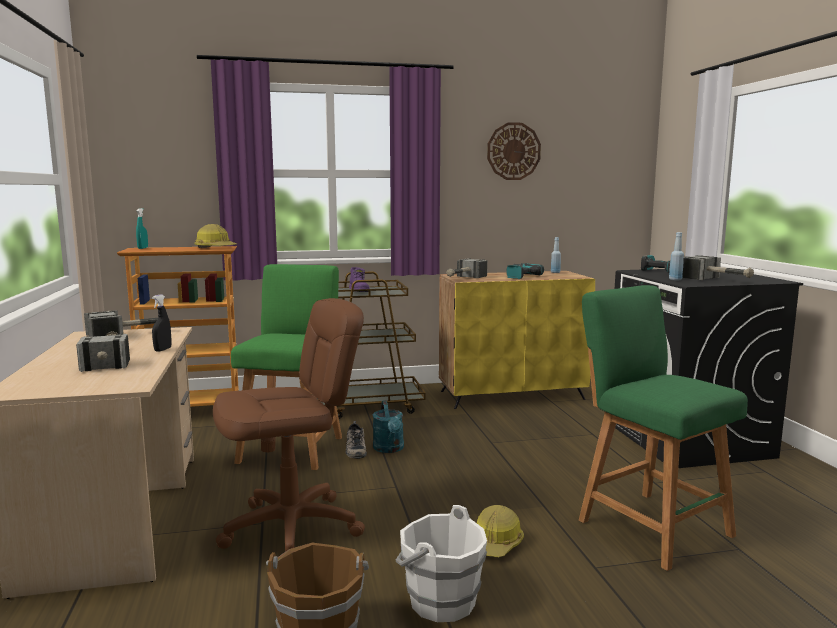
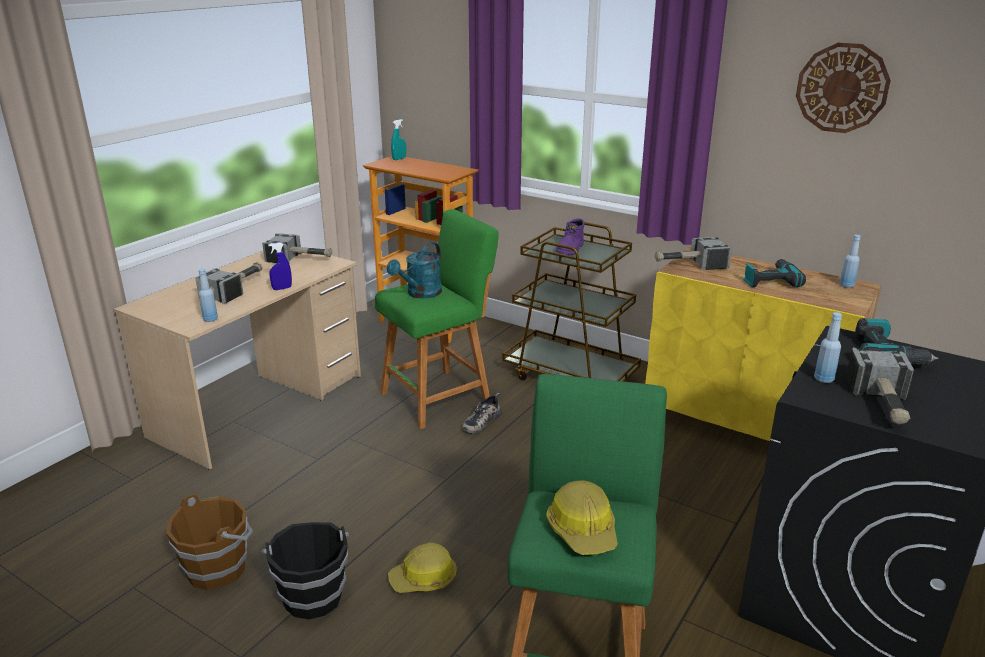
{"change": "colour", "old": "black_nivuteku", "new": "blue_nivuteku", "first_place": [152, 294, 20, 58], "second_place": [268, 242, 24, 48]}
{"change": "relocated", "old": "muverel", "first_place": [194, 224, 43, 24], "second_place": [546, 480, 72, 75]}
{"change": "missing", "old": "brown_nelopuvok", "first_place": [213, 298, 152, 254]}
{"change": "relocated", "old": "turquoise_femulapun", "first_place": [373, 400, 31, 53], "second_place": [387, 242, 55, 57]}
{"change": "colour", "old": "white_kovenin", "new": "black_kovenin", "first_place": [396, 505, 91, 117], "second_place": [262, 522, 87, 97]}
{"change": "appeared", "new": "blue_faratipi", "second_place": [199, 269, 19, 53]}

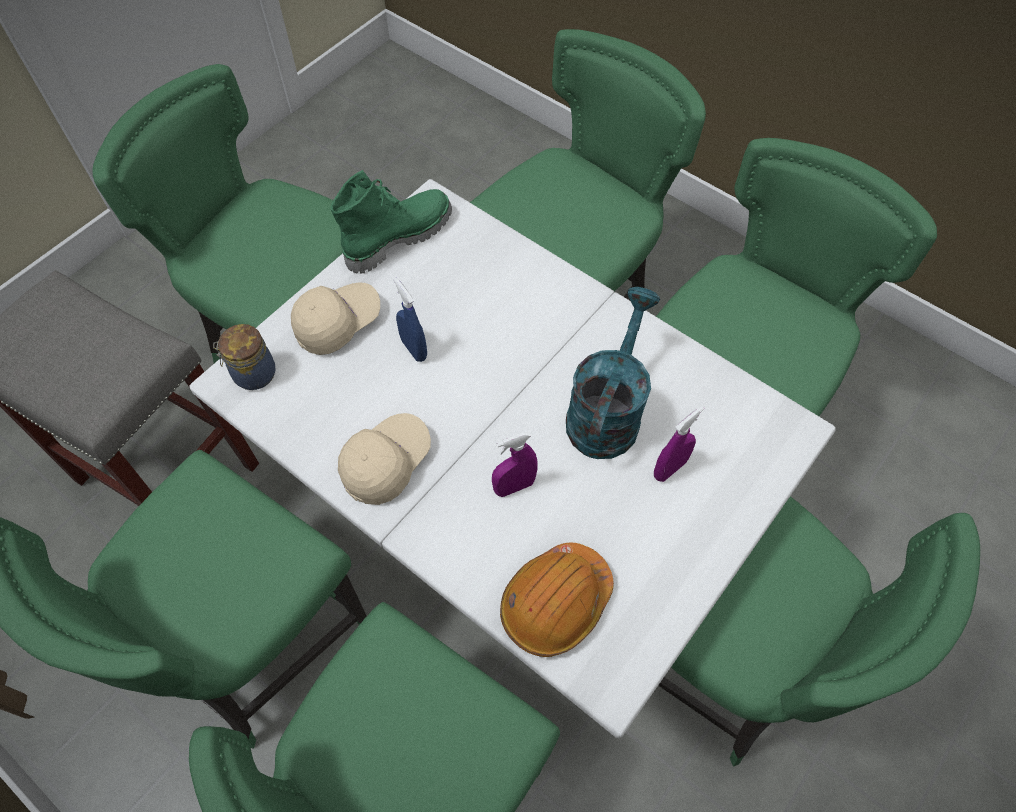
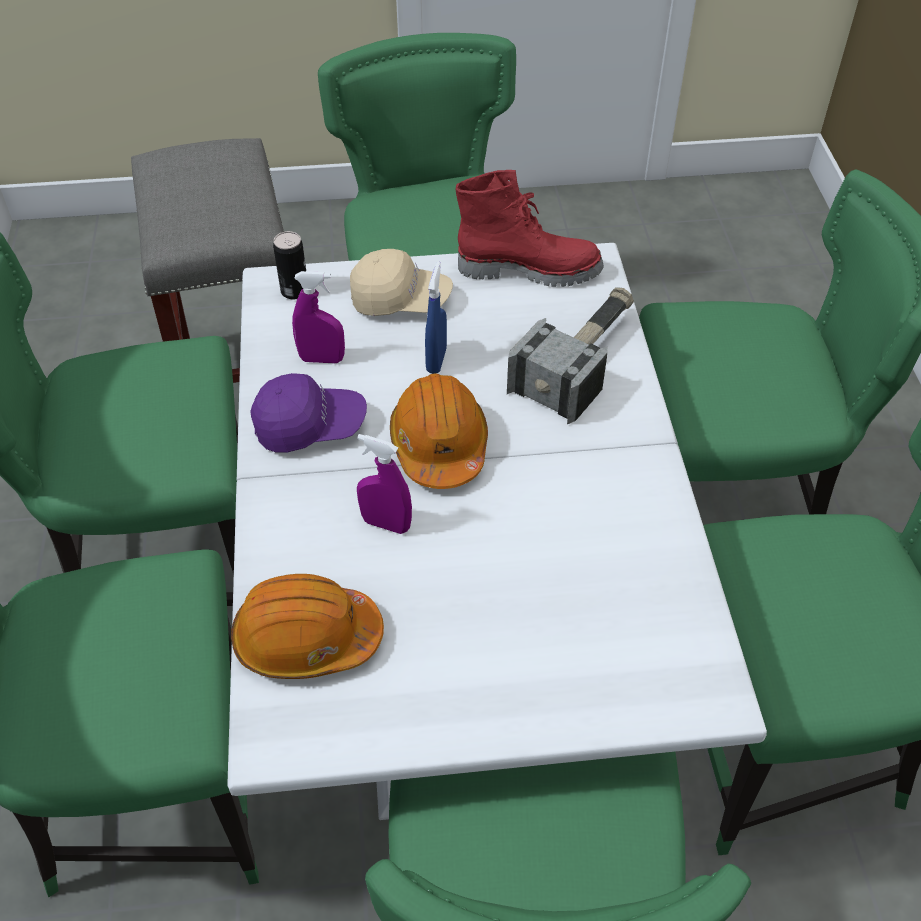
{"change": "exchanged", "old": "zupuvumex", "new": "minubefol", "first_place": [213, 324, 63, 66], "second_place": [273, 231, 33, 68]}
{"change": "colour", "old": "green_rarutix", "new": "red_rarutix", "first_place": [330, 170, 122, 104], "second_place": [455, 170, 149, 117]}
{"change": "colour", "old": "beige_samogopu", "new": "purple_samogopu", "first_place": [338, 413, 93, 92], "second_place": [250, 373, 117, 80]}
{"change": "missing", "old": "turquoise_femulapun", "first_place": [566, 287, 94, 172]}
{"change": "relocated", "old": "purple_nivuteku", "first_place": [654, 406, 50, 76], "second_place": [292, 271, 53, 92]}
{"change": "appeared", "new": "orange_muverel", "second_place": [390, 374, 98, 115]}
{"change": "appeared", "new": "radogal", "second_place": [507, 287, 127, 137]}

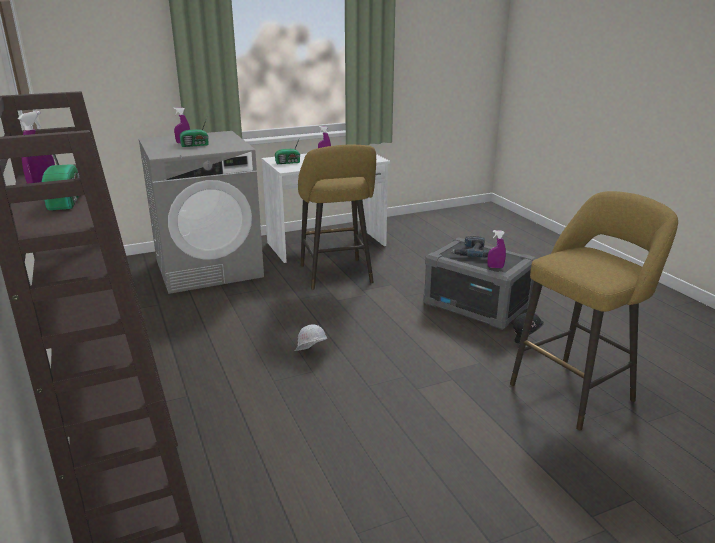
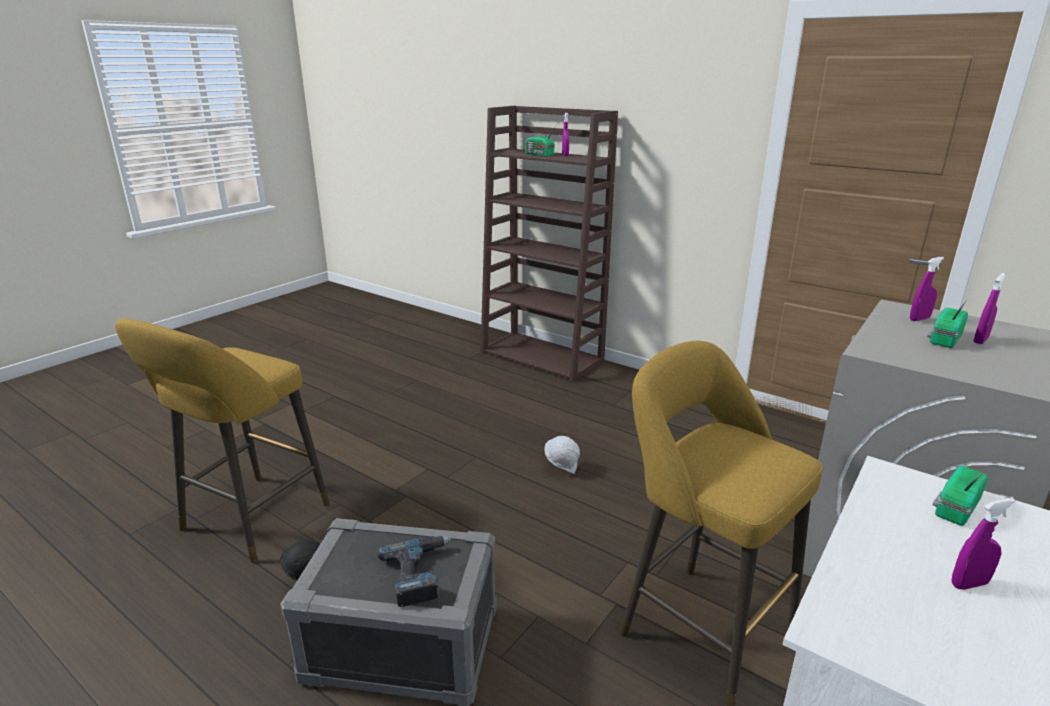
{"change": "relocated", "old": "purple_nivuteku", "first_place": [488, 230, 18, 38], "second_place": [910, 257, 34, 64]}

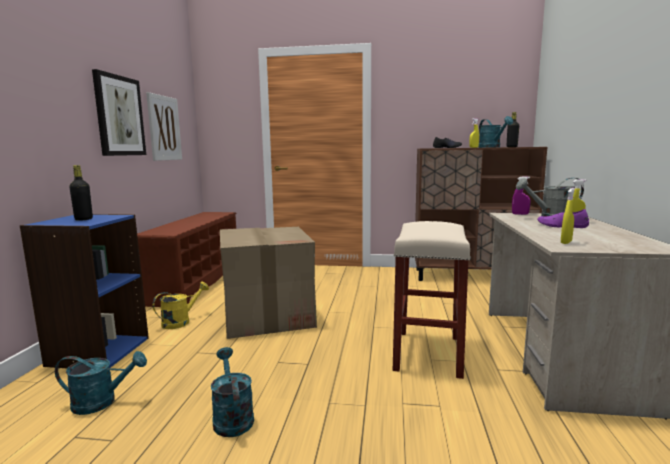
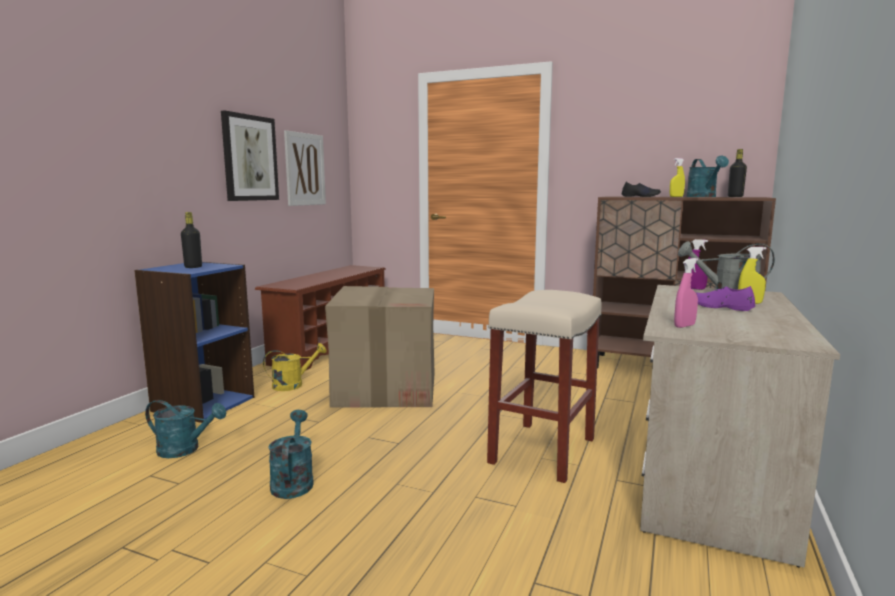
{"change": "colour", "old": "yellow_nivuteku", "new": "pink_nivuteku", "first_place": [561, 188, 14, 56], "second_place": [674, 258, 24, 70]}

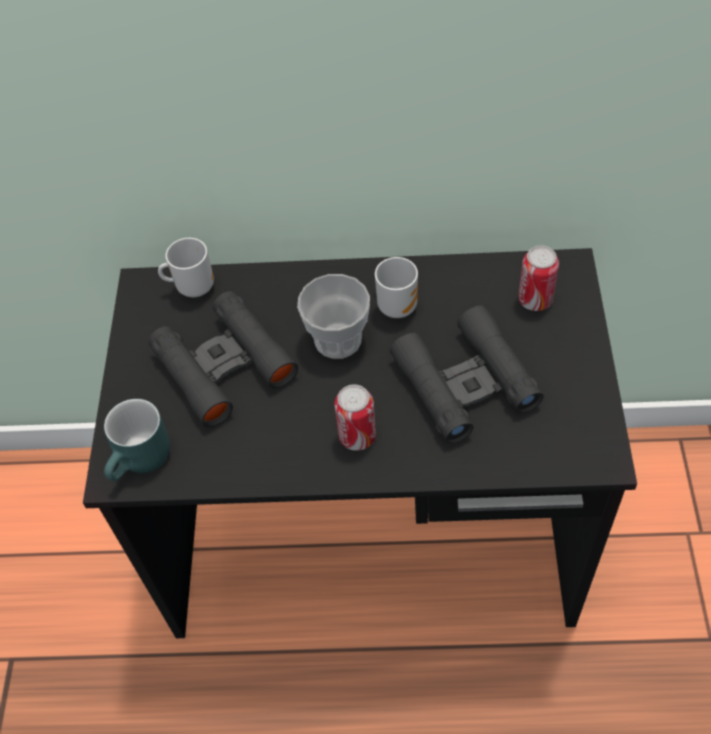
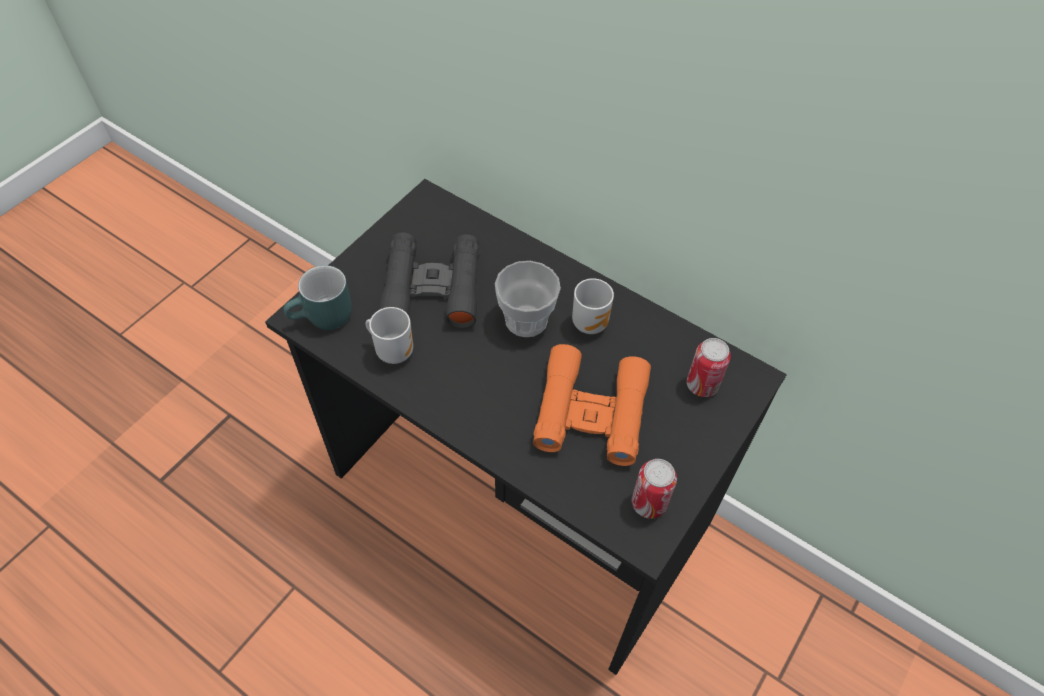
{"change": "relocated", "old": "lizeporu", "first_place": [158, 238, 56, 59], "second_place": [366, 307, 47, 57]}
{"change": "relocated", "old": "minubefol", "first_place": [334, 384, 42, 67], "second_place": [632, 459, 45, 60]}
{"change": "colour", "old": "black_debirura", "new": "orange_debirura", "first_place": [390, 305, 154, 138], "second_place": [533, 344, 118, 122]}

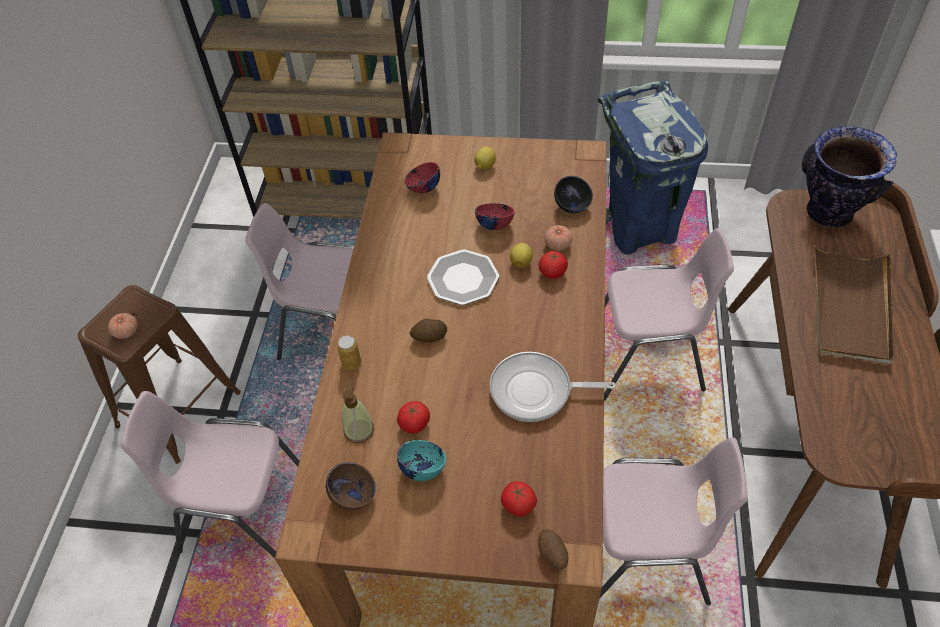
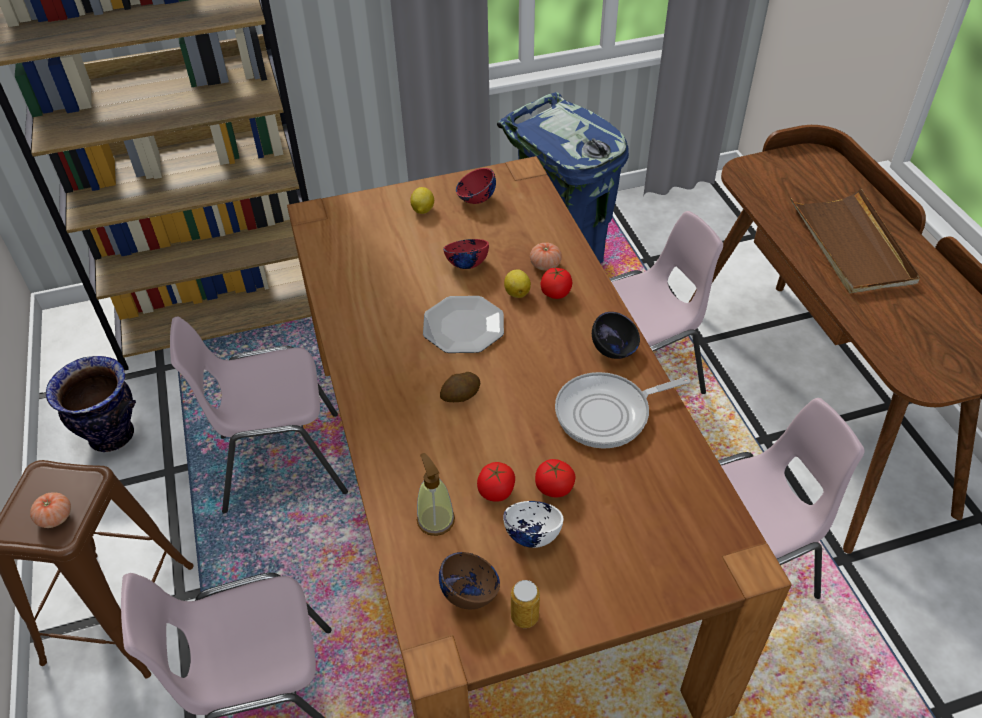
{"change": "relocated", "old": "minubefol", "first_place": [337, 335, 24, 35], "second_place": [511, 580, 29, 48]}
{"change": "colour", "old": "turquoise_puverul", "new": "white_puverul", "first_place": [397, 440, 49, 41], "second_place": [503, 501, 60, 47]}
{"change": "relocated", "old": "red_puverul", "first_place": [404, 162, 36, 31], "second_place": [456, 168, 40, 36]}
{"change": "relocated", "old": "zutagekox", "first_place": [501, 481, 36, 36], "second_place": [535, 459, 41, 38]}
{"change": "missing", "old": "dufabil", "first_place": [538, 529, 30, 40]}
{"change": "relocated", "old": "black_puverul", "first_place": [554, 176, 39, 37], "second_place": [592, 312, 48, 47]}
{"change": "relocated", "old": "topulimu", "first_place": [802, 126, 95, 102], "second_place": [46, 356, 90, 96]}

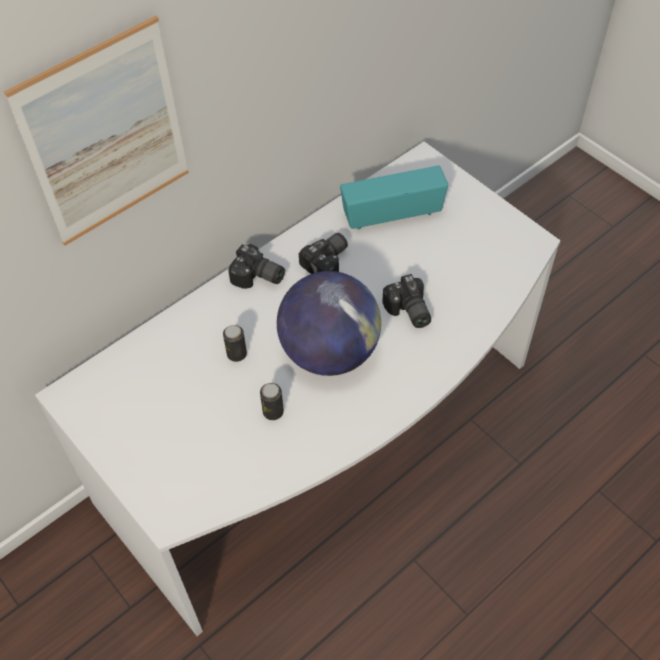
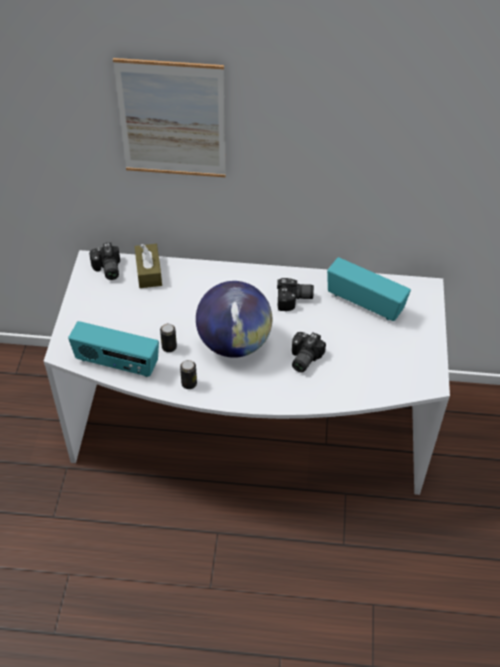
{"change": "relocated", "old": "minubefol", "first_place": [223, 325, 24, 37], "second_place": [180, 360, 17, 29]}
{"change": "relocated", "old": "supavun", "first_place": [228, 244, 57, 45], "second_place": [89, 243, 31, 37]}
{"change": "appeared", "new": "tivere", "second_place": [68, 321, 91, 56]}
{"change": "appeared", "new": "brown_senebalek", "second_place": [135, 244, 27, 44]}

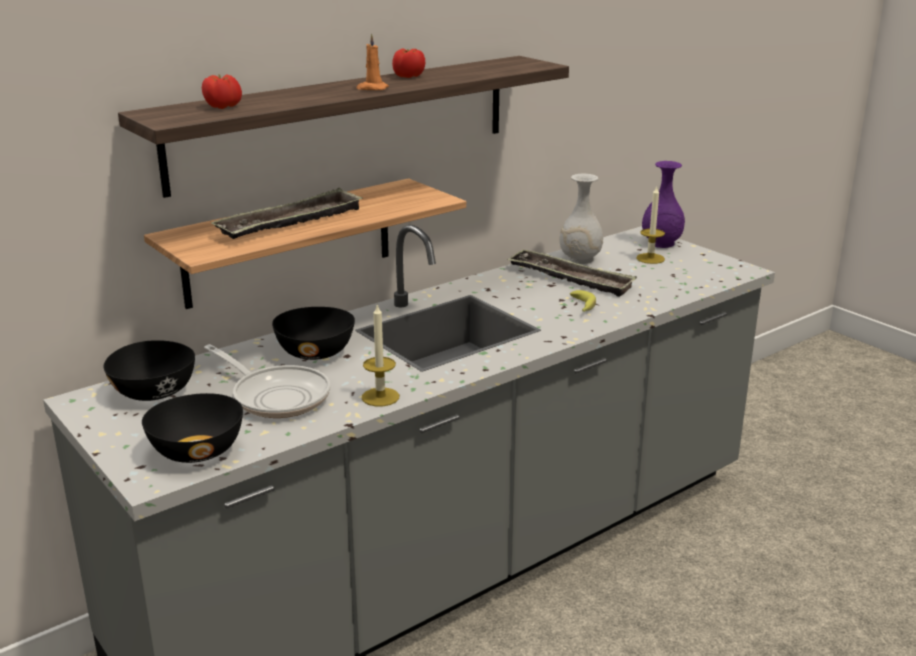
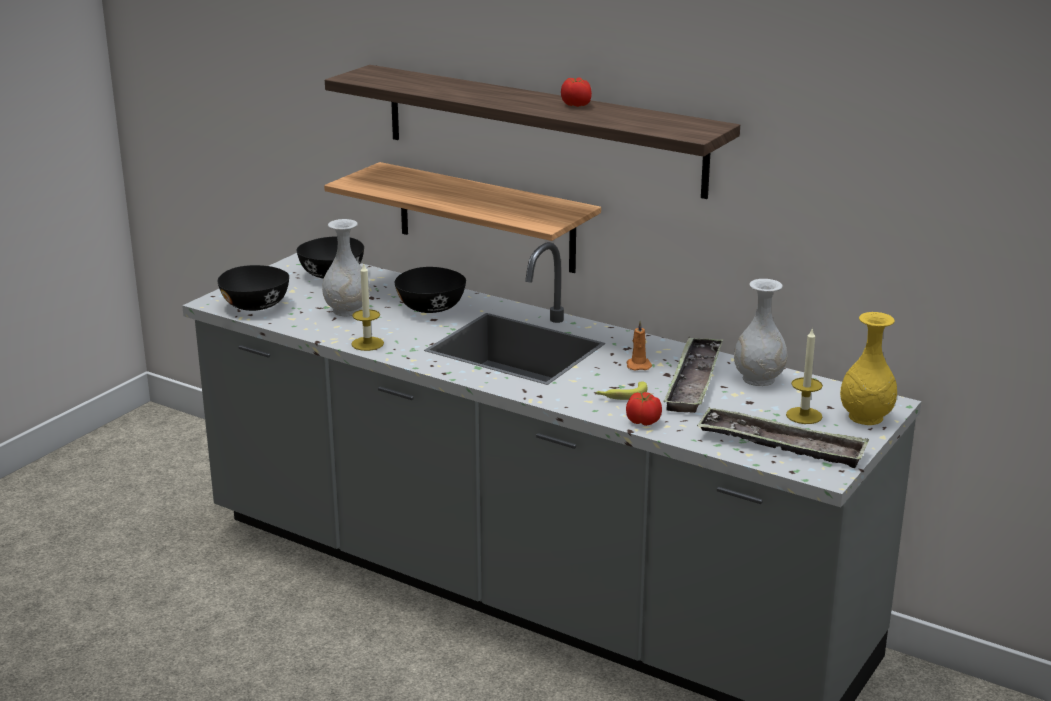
{"change": "relocated", "old": "zutagekox", "first_place": [202, 74, 40, 35], "second_place": [626, 392, 36, 34]}
{"change": "exchanged", "old": "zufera", "new": "white_topulimu", "first_place": [204, 344, 126, 74], "second_place": [322, 219, 48, 97]}
{"change": "relocated", "old": "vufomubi", "first_place": [211, 188, 152, 51], "second_place": [697, 408, 172, 60]}
{"change": "relocated", "old": "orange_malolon", "first_place": [356, 33, 33, 57], "second_place": [626, 321, 26, 50]}
{"change": "colour", "old": "purple_topulimu", "new": "yellow_topulimu", "first_place": [642, 161, 43, 87], "second_place": [840, 312, 57, 113]}

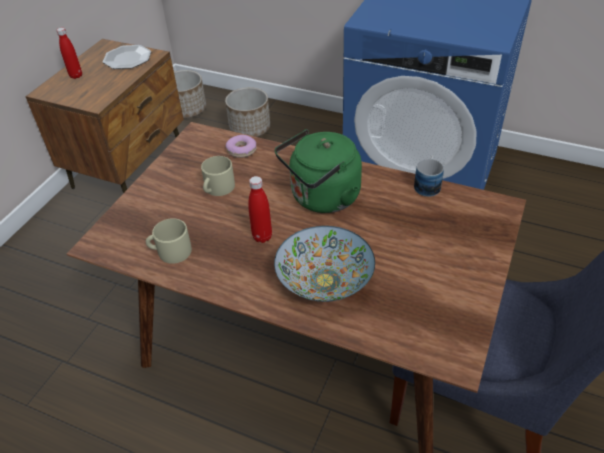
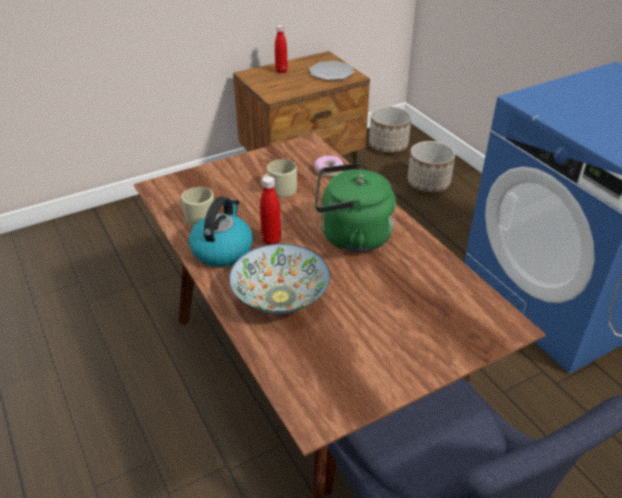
{"change": "missing", "old": "lizeporu", "first_place": [414, 155, 30, 42]}
{"change": "appeared", "new": "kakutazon", "second_place": [189, 196, 64, 71]}

